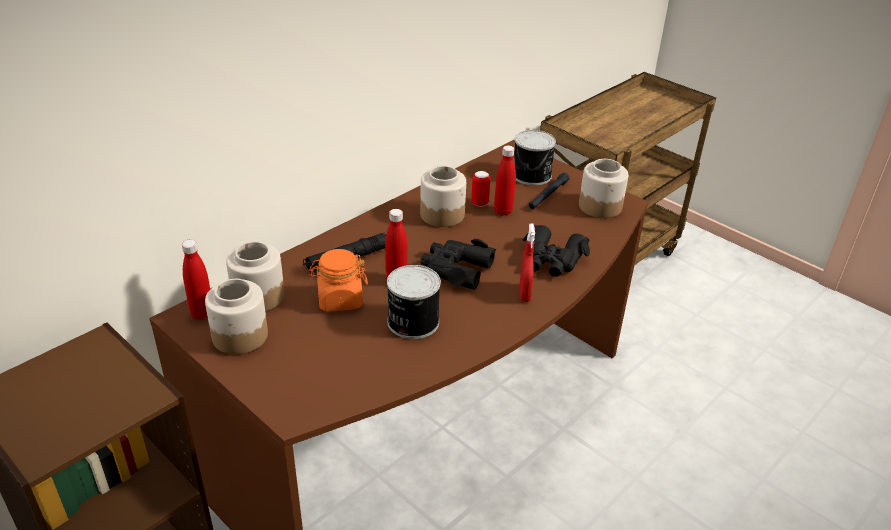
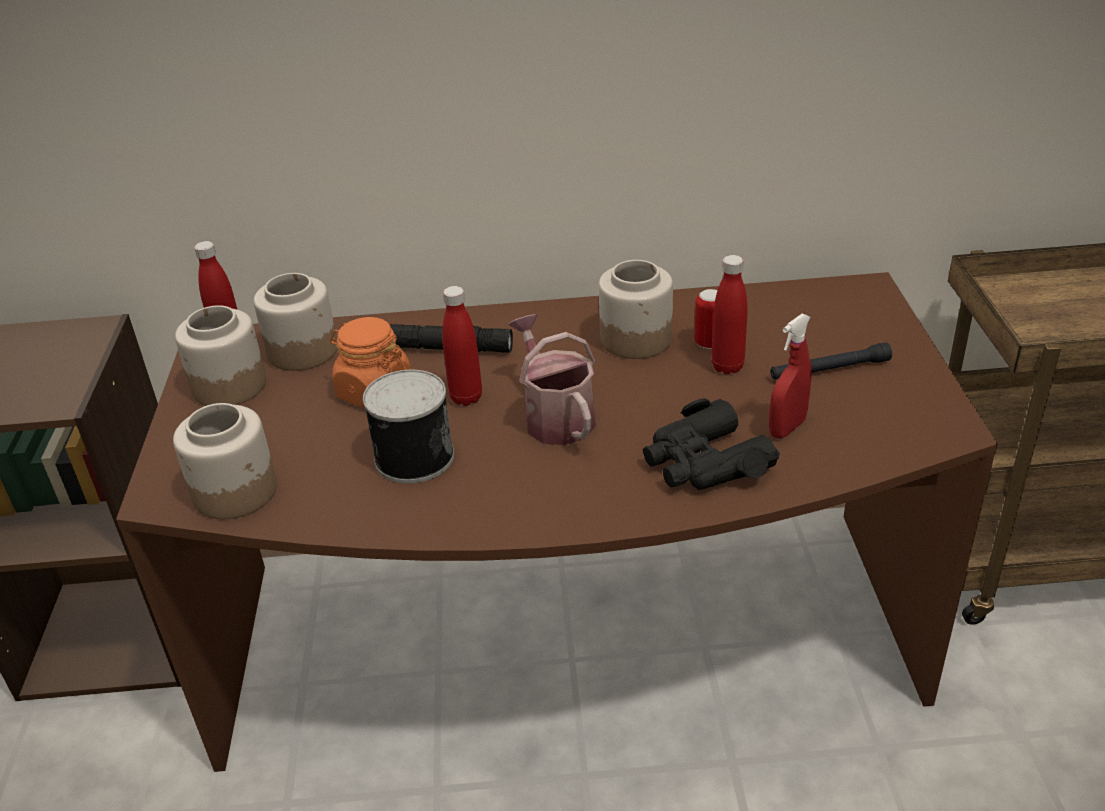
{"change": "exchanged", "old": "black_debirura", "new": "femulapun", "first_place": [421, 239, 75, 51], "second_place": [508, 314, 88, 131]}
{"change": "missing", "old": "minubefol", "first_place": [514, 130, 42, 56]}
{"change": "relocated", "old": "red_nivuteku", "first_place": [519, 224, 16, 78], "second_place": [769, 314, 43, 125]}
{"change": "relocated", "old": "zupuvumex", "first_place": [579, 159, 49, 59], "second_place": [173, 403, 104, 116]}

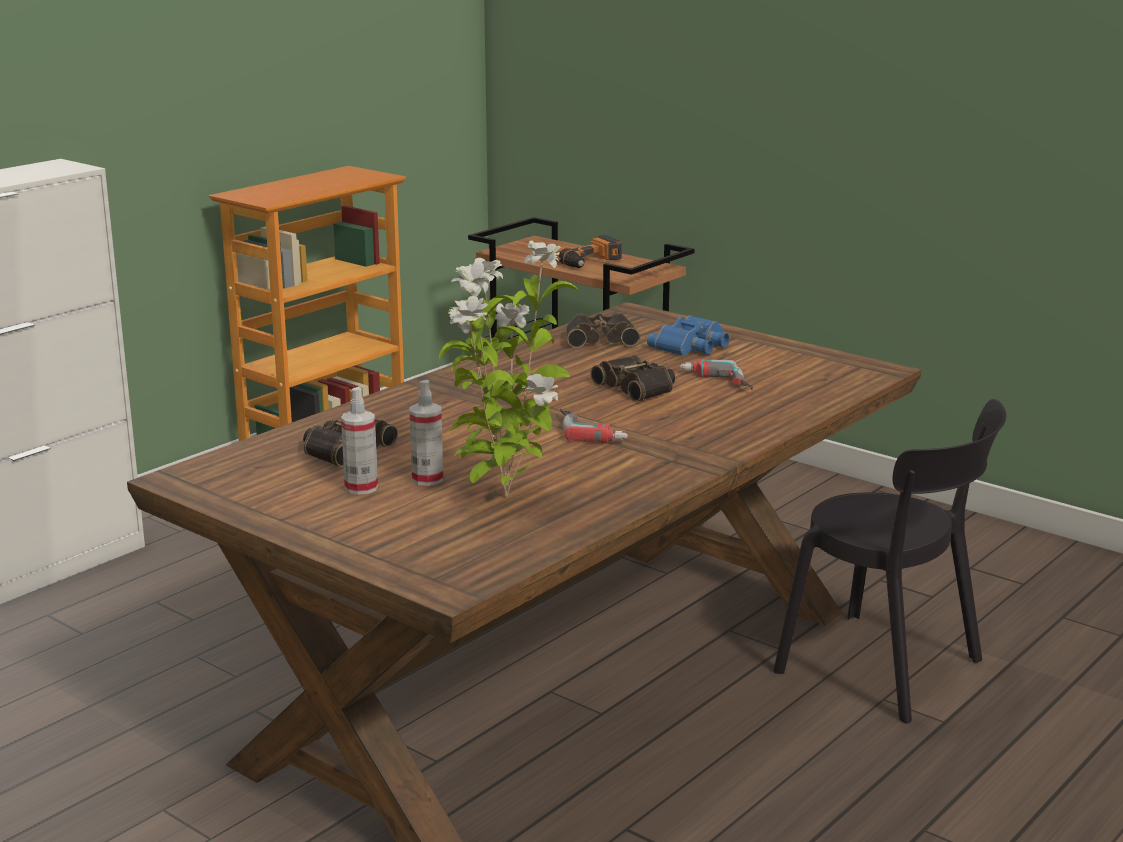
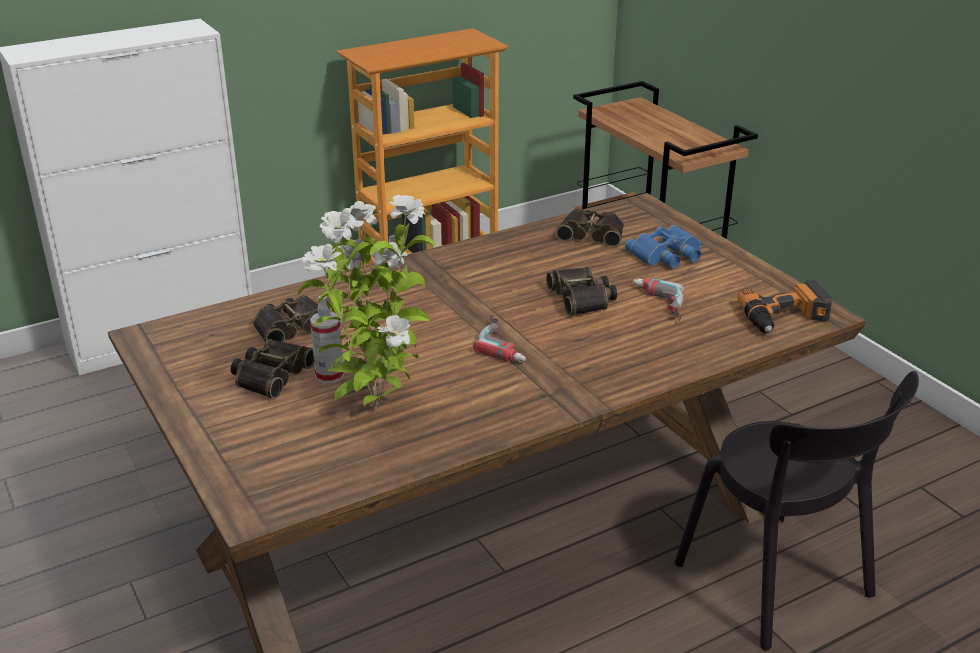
{"change": "exchanged", "old": "nivuteku", "new": "debirura", "first_place": [341, 387, 37, 108], "second_place": [231, 339, 83, 60]}
{"change": "relocated", "old": "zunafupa", "first_place": [555, 235, 67, 33], "second_place": [737, 280, 95, 53]}

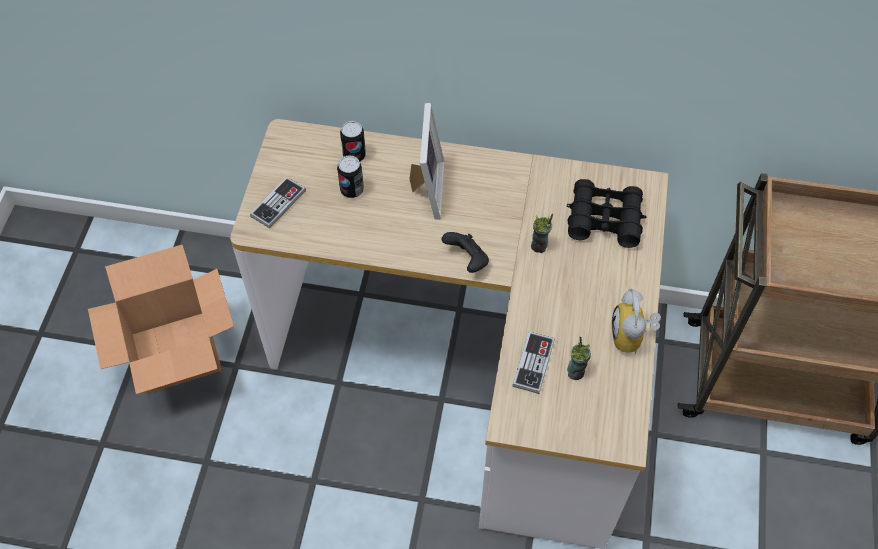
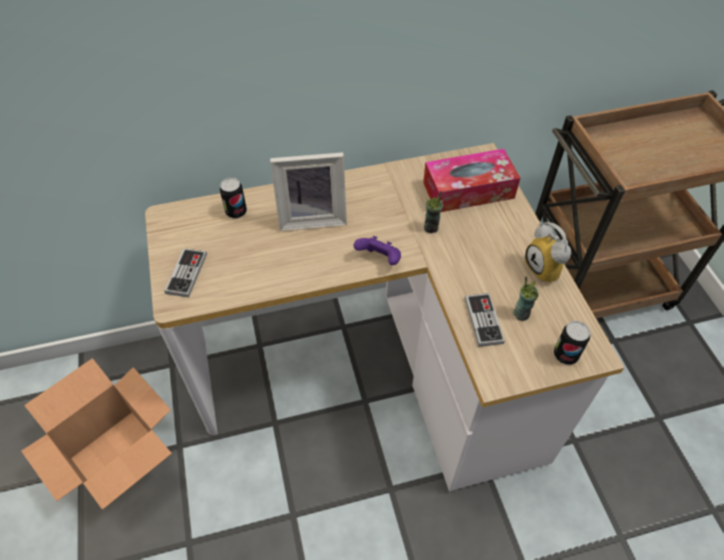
{"change": "relocated", "old": "minubefol", "first_place": [337, 155, 27, 43], "second_place": [554, 321, 36, 44]}
{"change": "spun", "old": "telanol", "first_place": [409, 103, 35, 117], "second_place": [270, 152, 77, 79], "degrees": 105}
{"change": "colour", "old": "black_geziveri", "new": "purple_geziveri", "first_place": [442, 232, 47, 41], "second_place": [353, 236, 48, 29]}
{"change": "exchanged", "old": "black_debirura", "new": "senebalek", "first_place": [567, 179, 80, 69], "second_place": [423, 149, 97, 63]}

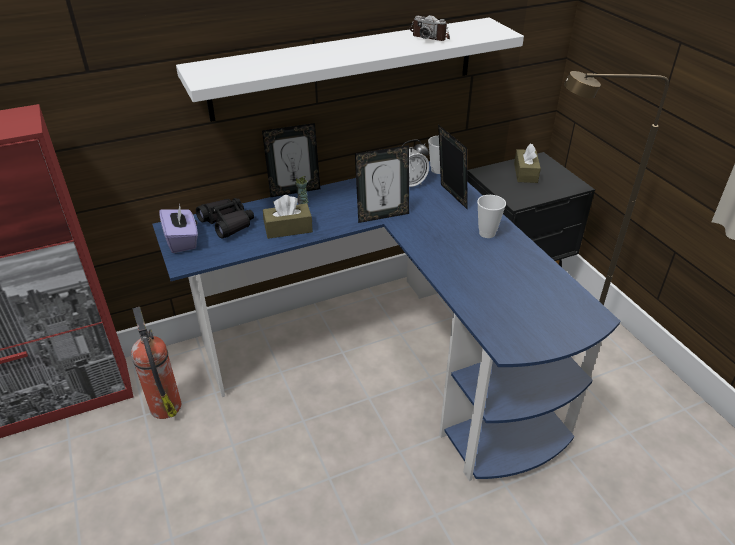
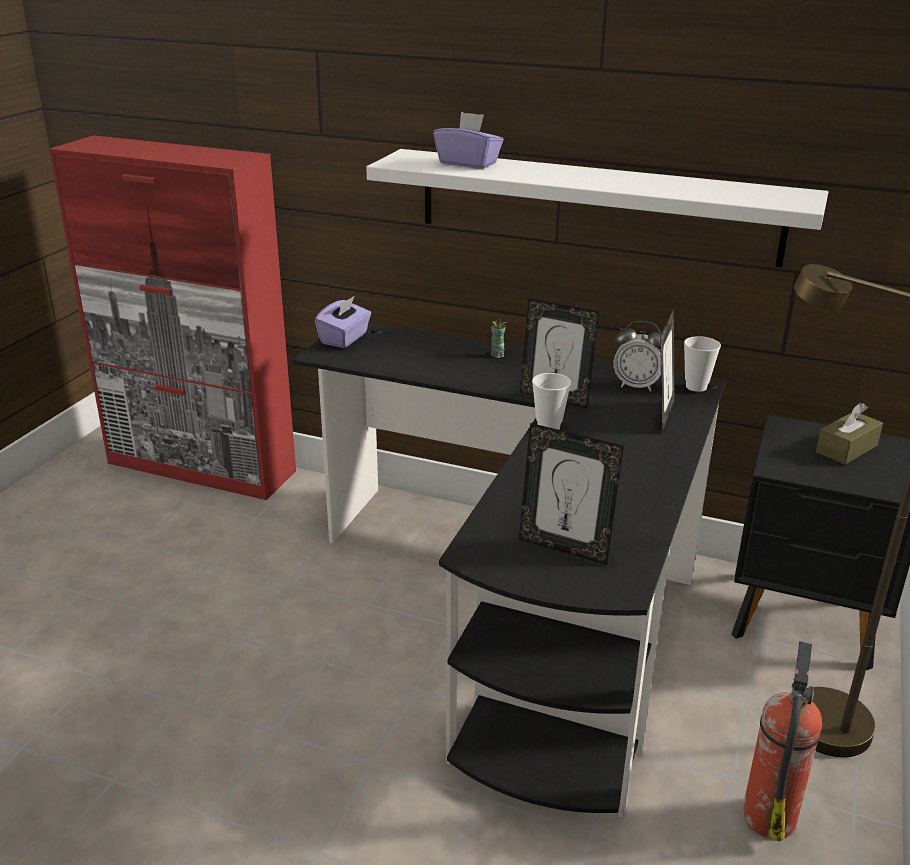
{"change": "relocated", "old": "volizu", "first_place": [131, 307, 50, 112], "second_place": [742, 641, 80, 200]}
{"change": "colour", "old": "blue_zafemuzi", "new": "black_zafemuzi", "first_place": [152, 161, 468, 320], "second_place": [293, 322, 433, 496]}
{"change": "missing", "old": "black_debirura", "first_place": [196, 198, 58, 40]}
{"change": "relocated", "old": "telanol", "first_place": [262, 123, 58, 74], "second_place": [519, 423, 105, 142]}
{"change": "missing", "old": "brown_senebalek", "first_place": [263, 195, 50, 44]}
{"change": "missing", "old": "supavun", "first_place": [409, 15, 41, 26]}
{"change": "relocated", "old": "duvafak", "first_place": [477, 195, 29, 43], "second_place": [532, 373, 39, 57]}
{"change": "appeared", "new": "purple_senebalek", "second_place": [433, 112, 71, 57]}

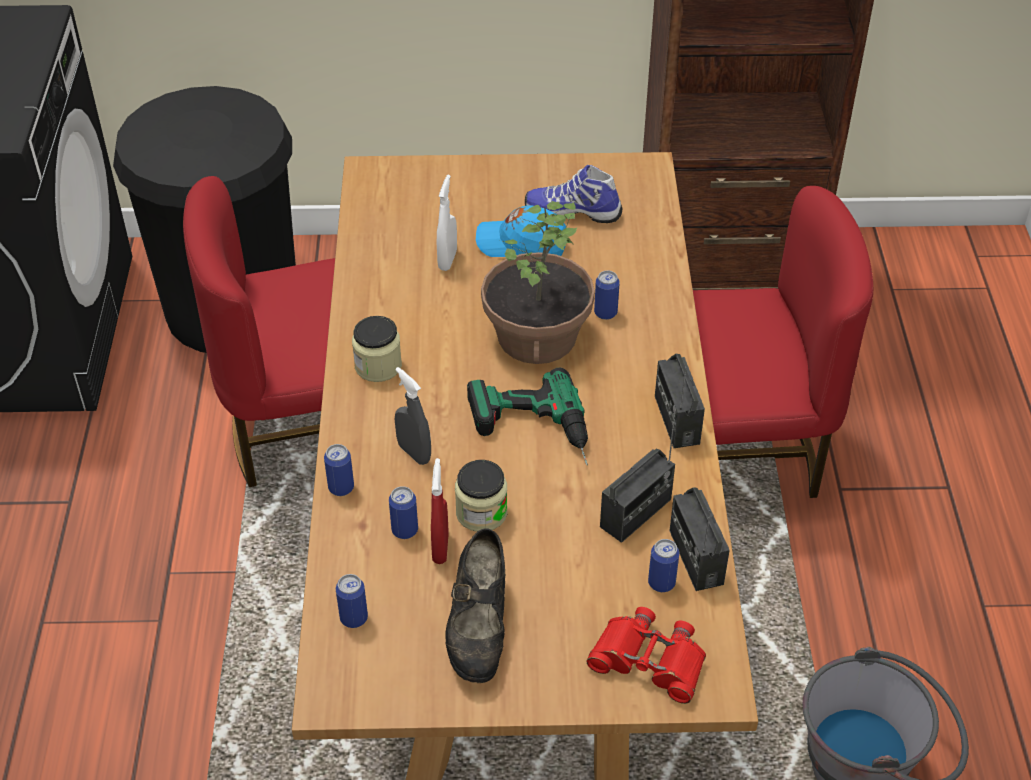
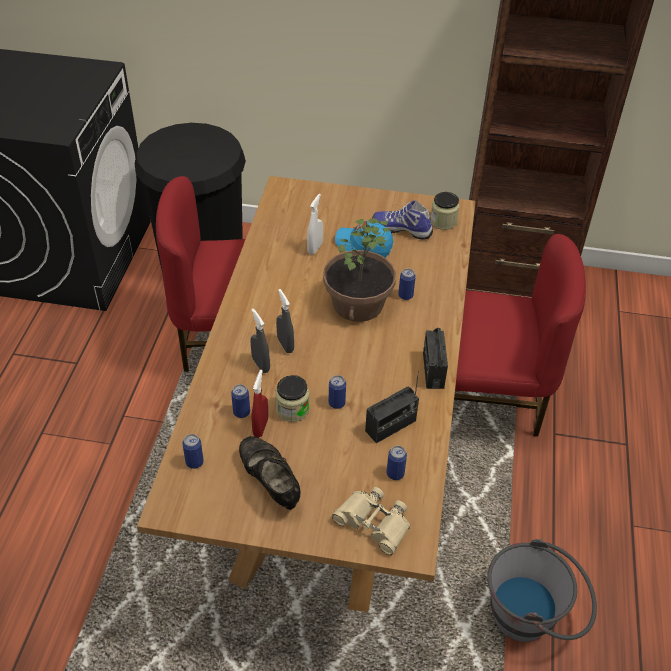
{"change": "relocated", "old": "minubefol", "first_place": [324, 444, 30, 52], "second_place": [329, 375, 17, 34]}
{"change": "relocated", "old": "zupuvumex", "first_place": [352, 316, 50, 66], "second_place": [430, 192, 29, 38]}
{"change": "spun", "old": "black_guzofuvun", "first_place": [445, 528, 60, 155], "second_place": [239, 436, 62, 74], "degrees": 135}
{"change": "missing", "old": "zunafupa", "first_place": [467, 368, 121, 97]}
{"change": "colour", "old": "red_debirura", "new": "beige_debirura", "first_place": [586, 607, 120, 97], "second_place": [332, 487, 78, 68]}
{"change": "missing", "old": "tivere", "first_place": [669, 487, 61, 104]}
{"change": "appeared", "new": "grey_nivuteku", "second_place": [276, 289, 18, 64]}

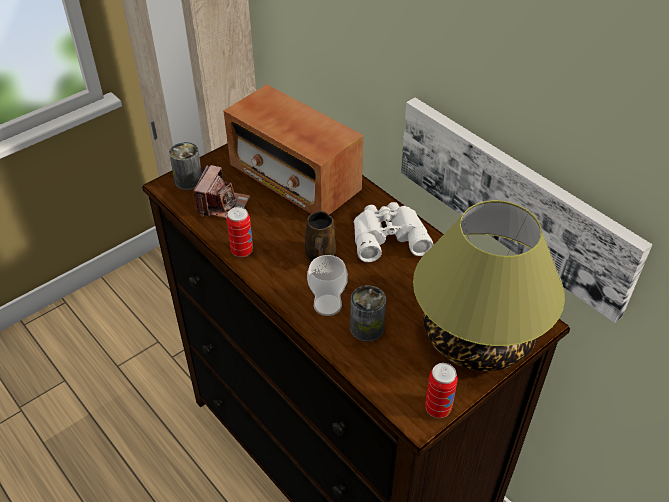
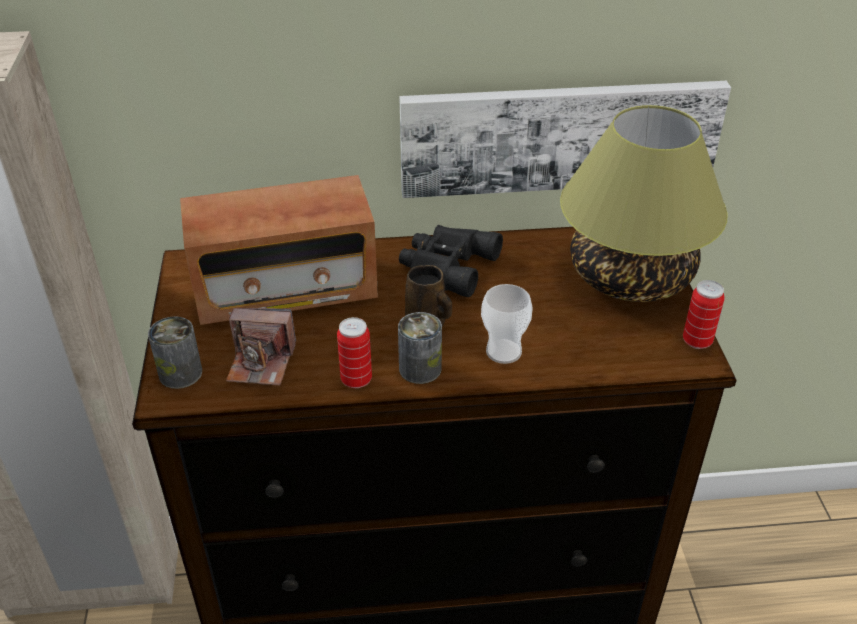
{"change": "spun", "old": "supavun", "first_place": [193, 165, 57, 54], "second_place": [226, 308, 70, 78], "degrees": 135}
{"change": "relocated", "old": "minubefol", "first_place": [350, 285, 36, 57], "second_place": [398, 312, 44, 72]}
{"change": "colour", "old": "white_debirura", "new": "black_debirura", "first_place": [354, 202, 79, 60], "second_place": [399, 225, 104, 72]}

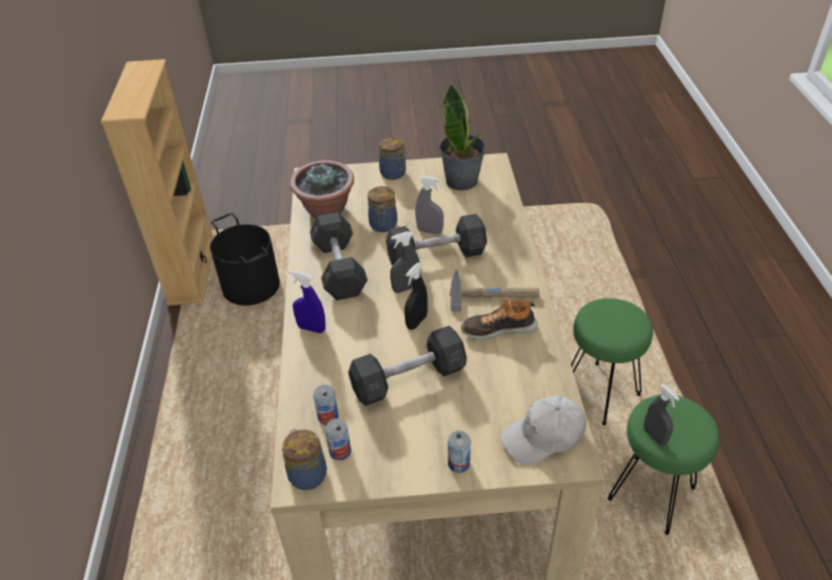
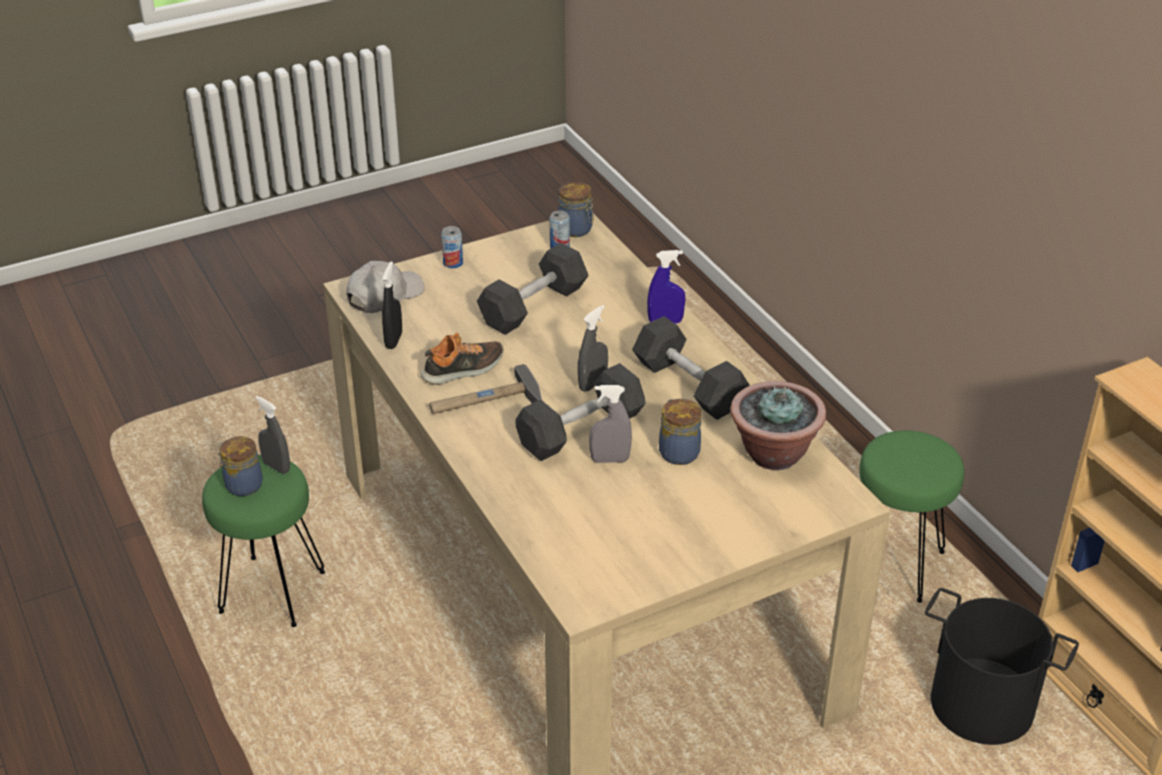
{"change": "missing", "old": "minubefol", "first_place": [313, 385, 26, 40]}
{"change": "relocated", "old": "zupuvumex", "first_place": [379, 137, 27, 43], "second_place": [218, 436, 45, 60]}
{"change": "relocated", "old": "black_nivuteku", "first_place": [404, 263, 24, 67], "second_place": [382, 261, 20, 88]}
{"change": "missing", "old": "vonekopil", "first_place": [439, 84, 47, 107]}
{"change": "relocated", "old": "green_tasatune", "first_place": [571, 298, 82, 127], "second_place": [859, 430, 105, 173]}

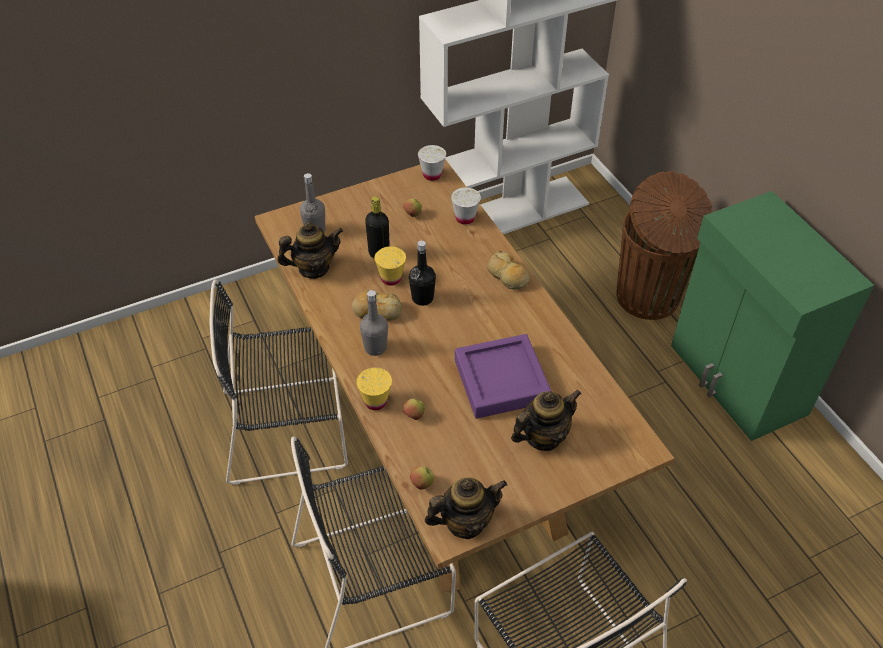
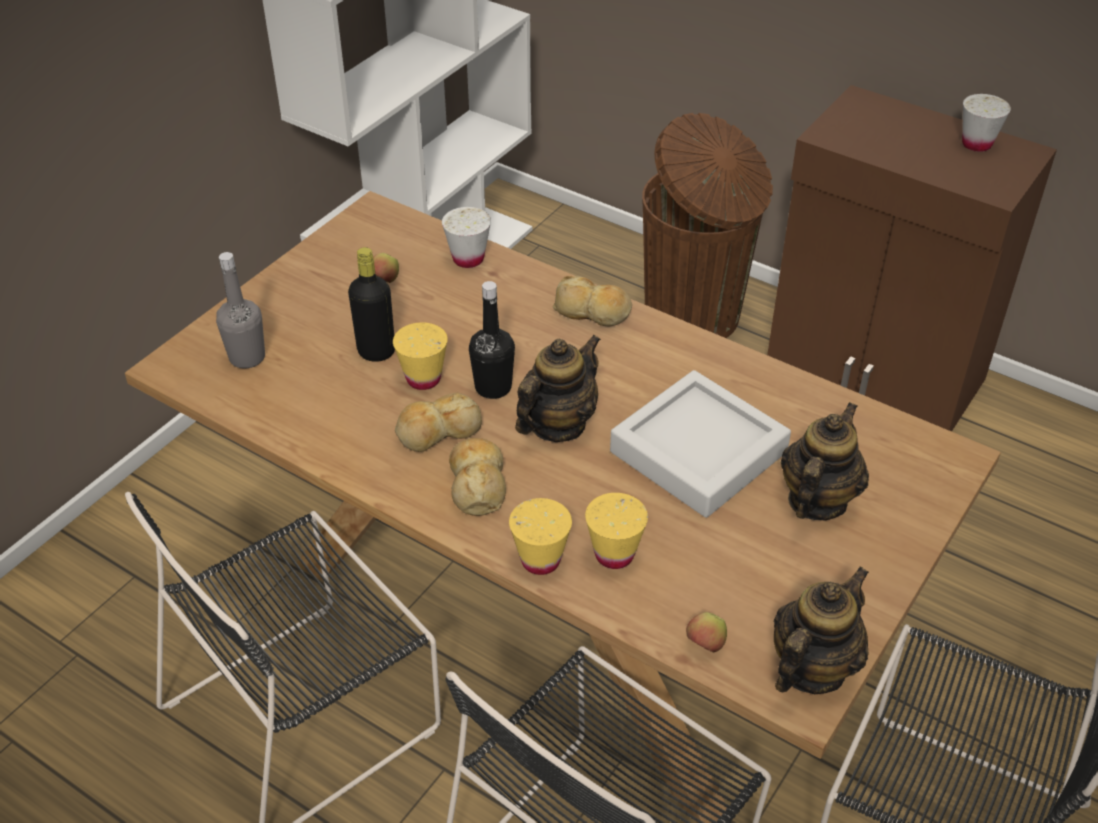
{"change": "relocated", "old": "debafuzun", "first_place": [277, 222, 66, 57], "second_place": [515, 334, 86, 108]}
{"change": "exchanged", "old": "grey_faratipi", "new": "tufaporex", "first_place": [360, 290, 28, 66], "second_place": [449, 438, 57, 78]}
{"change": "exchanged", "old": "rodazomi", "new": "yellow_duvafak", "first_place": [402, 398, 23, 22], "second_place": [585, 493, 63, 76]}
{"change": "relocated", "old": "white_duvafak", "first_place": [418, 145, 28, 36], "second_place": [962, 94, 49, 58]}
{"change": "colour", "old": "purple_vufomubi", "new": "grey_vufomubi", "first_place": [455, 334, 96, 85], "second_place": [610, 370, 181, 148]}
{"change": "colour", "old": "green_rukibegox", "new": "brown_rukibegox", "first_place": [671, 191, 203, 250], "second_place": [767, 85, 290, 347]}

